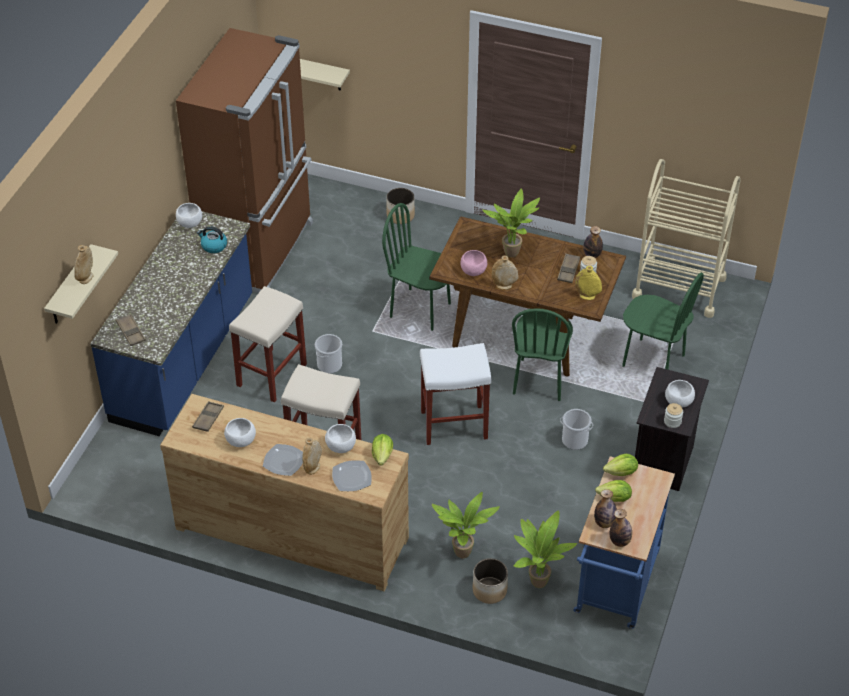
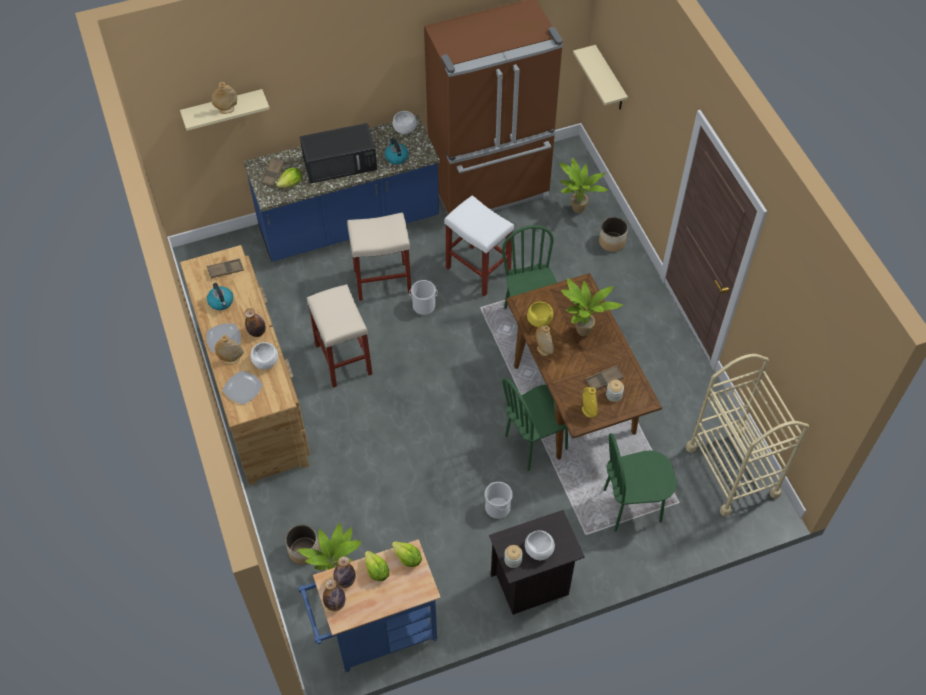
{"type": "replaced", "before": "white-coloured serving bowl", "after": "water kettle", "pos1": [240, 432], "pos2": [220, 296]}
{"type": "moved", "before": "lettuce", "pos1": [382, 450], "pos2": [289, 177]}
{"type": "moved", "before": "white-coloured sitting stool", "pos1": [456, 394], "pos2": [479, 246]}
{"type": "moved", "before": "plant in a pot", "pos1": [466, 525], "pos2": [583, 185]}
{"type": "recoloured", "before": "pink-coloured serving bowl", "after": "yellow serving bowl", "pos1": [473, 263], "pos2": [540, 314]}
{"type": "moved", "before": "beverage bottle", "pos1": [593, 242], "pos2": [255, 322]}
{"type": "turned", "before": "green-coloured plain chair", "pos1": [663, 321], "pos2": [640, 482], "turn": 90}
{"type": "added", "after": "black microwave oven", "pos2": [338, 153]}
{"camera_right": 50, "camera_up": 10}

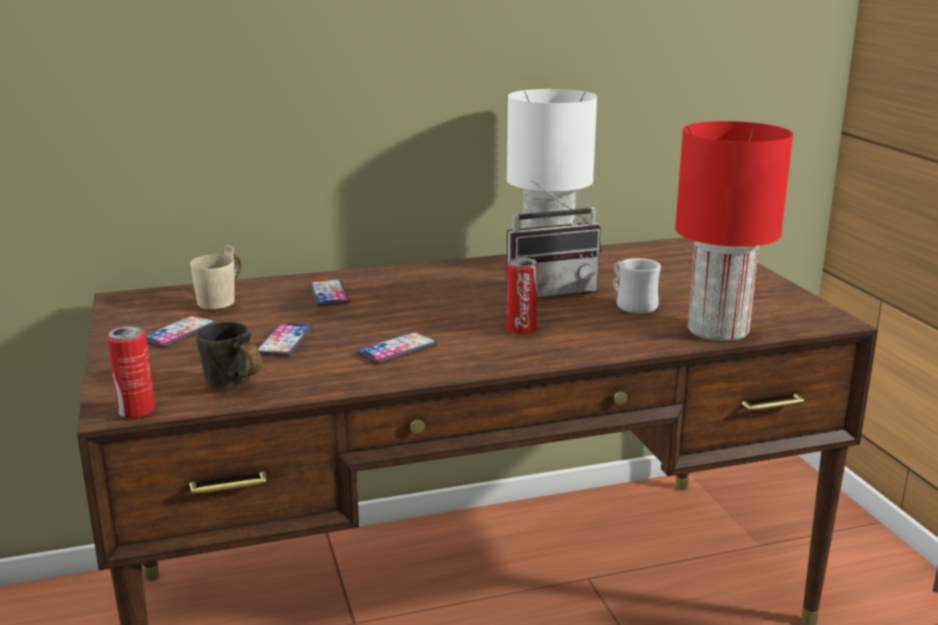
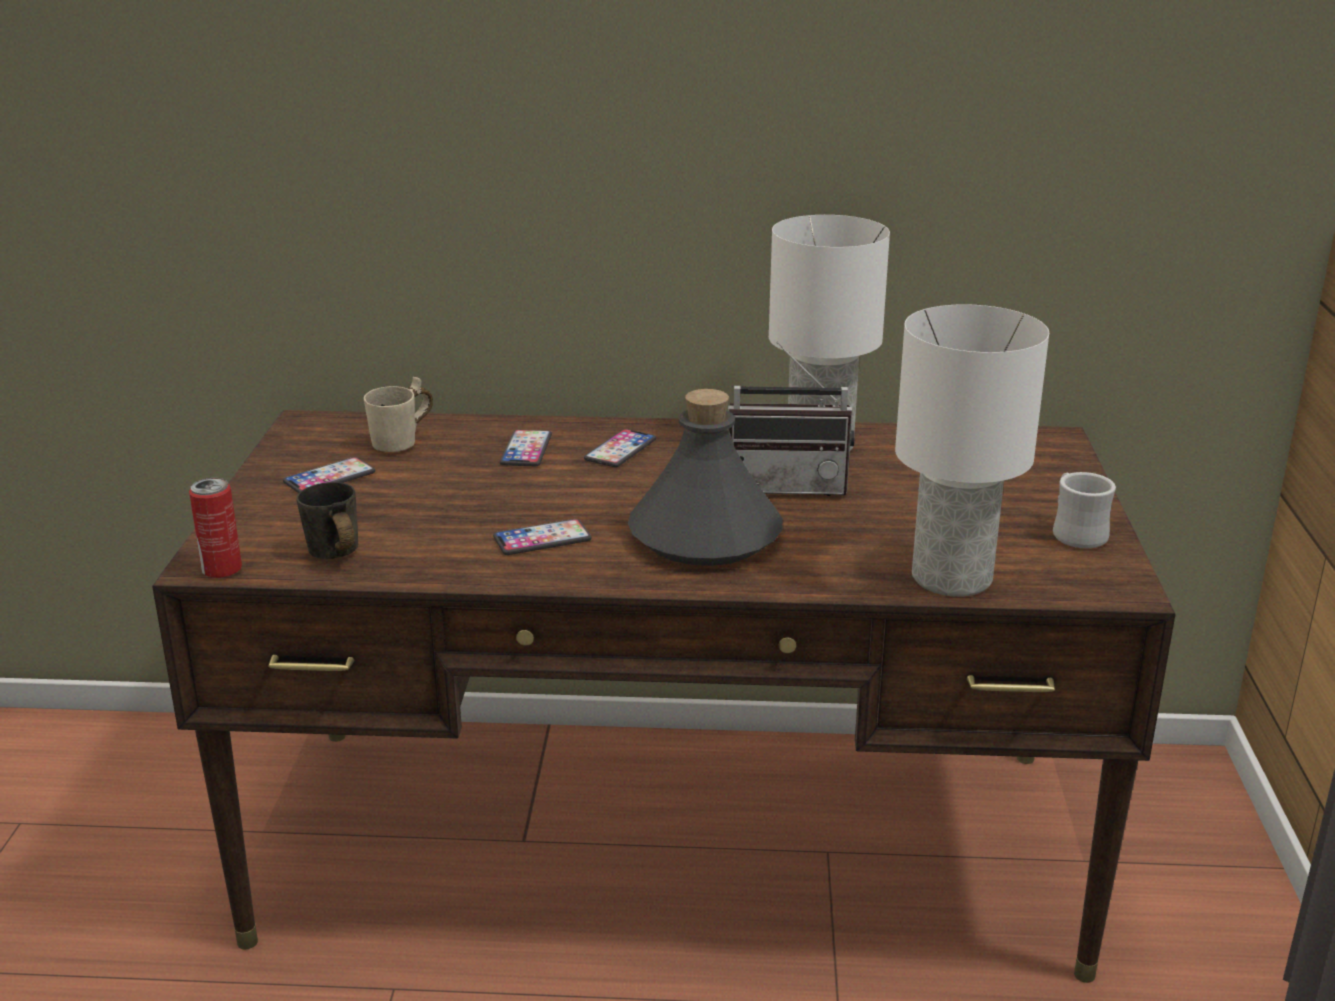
{"type": "moved", "before": "telephone", "pos1": [285, 340], "pos2": [620, 448]}
{"type": "replaced", "before": "sealed can", "after": "gray beverage bottle", "pos1": [522, 296], "pos2": [705, 477]}
{"type": "moved", "before": "white-coloured coffee mug", "pos1": [637, 285], "pos2": [1084, 510]}
{"type": "recoloured", "before": "red tabletop lamp", "after": "white-coloured tabletop lamp", "pos1": [734, 231], "pos2": [972, 450]}
{"camera_right": 20, "camera_up": 5}

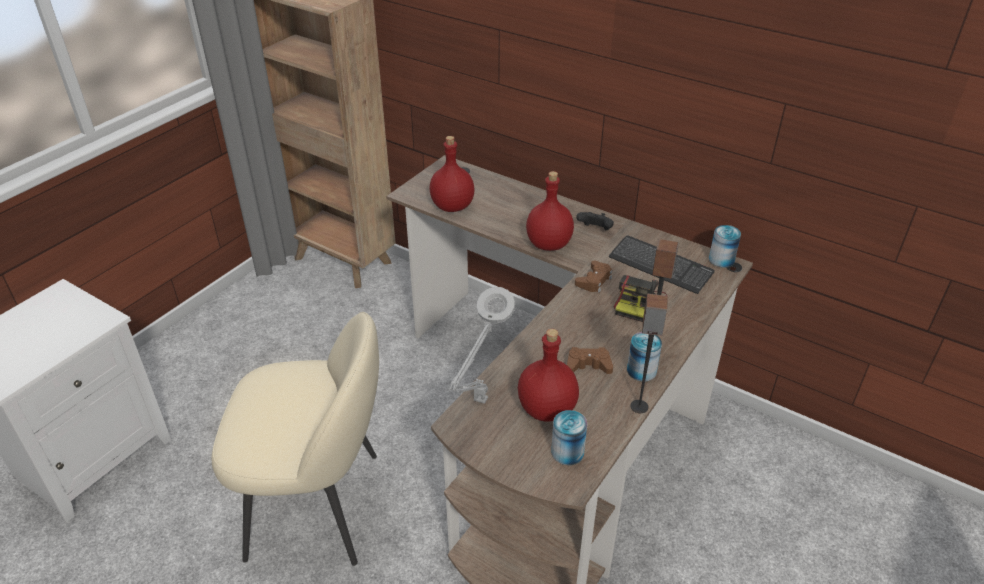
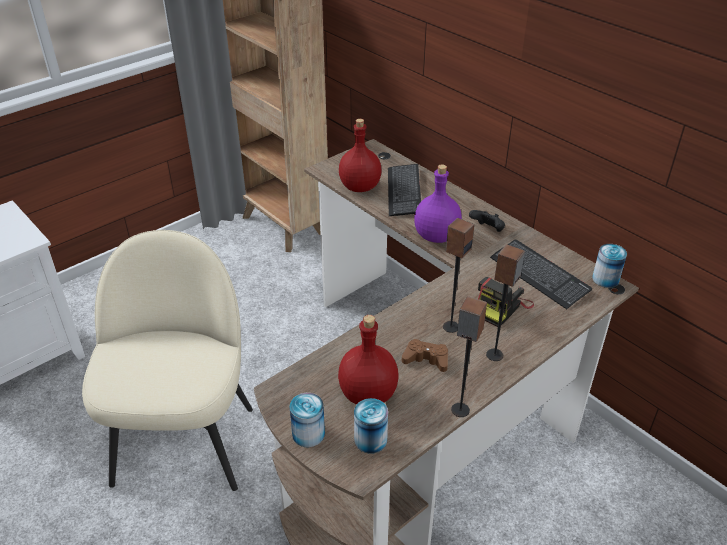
{"type": "turned", "before": "beige plain chair", "pos1": [295, 439], "pos2": [167, 360], "turn": -105}
{"type": "removed", "before": "gray tabletop lamp", "pos1": [481, 345]}
{"type": "recoloured", "before": "red beverage bottle", "after": "purple-coloured beverage bottle", "pos1": [550, 211], "pos2": [438, 203]}
{"type": "removed", "before": "brown-coloured joypad", "pos1": [593, 277]}
{"type": "moved", "before": "sealed can", "pos1": [644, 356], "pos2": [307, 420]}
{"type": "added", "after": "computer keyboard", "pos2": [404, 190]}
{"type": "added", "after": "speaker", "pos2": [458, 275]}
{"camera_right": 15, "camera_up": 0}

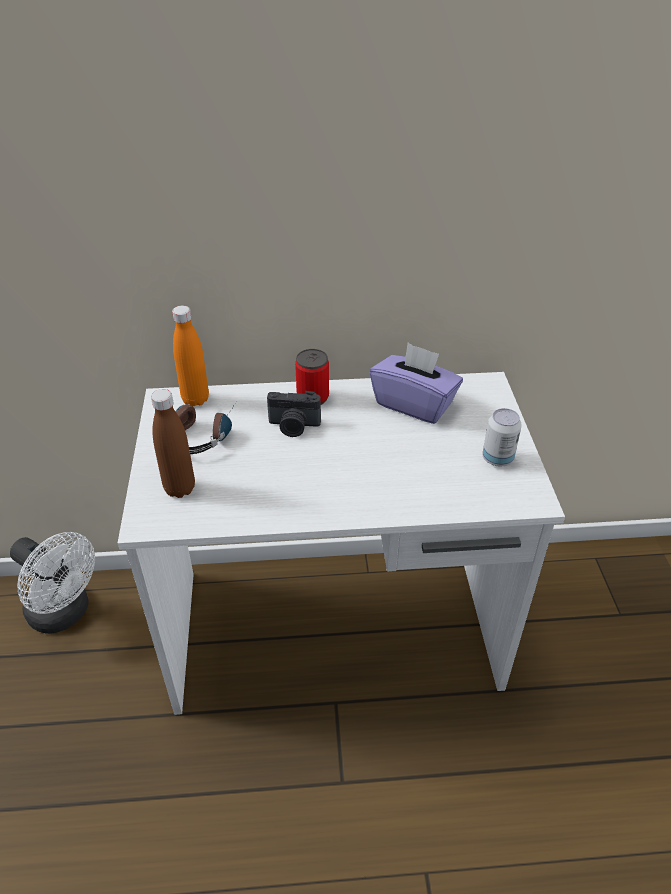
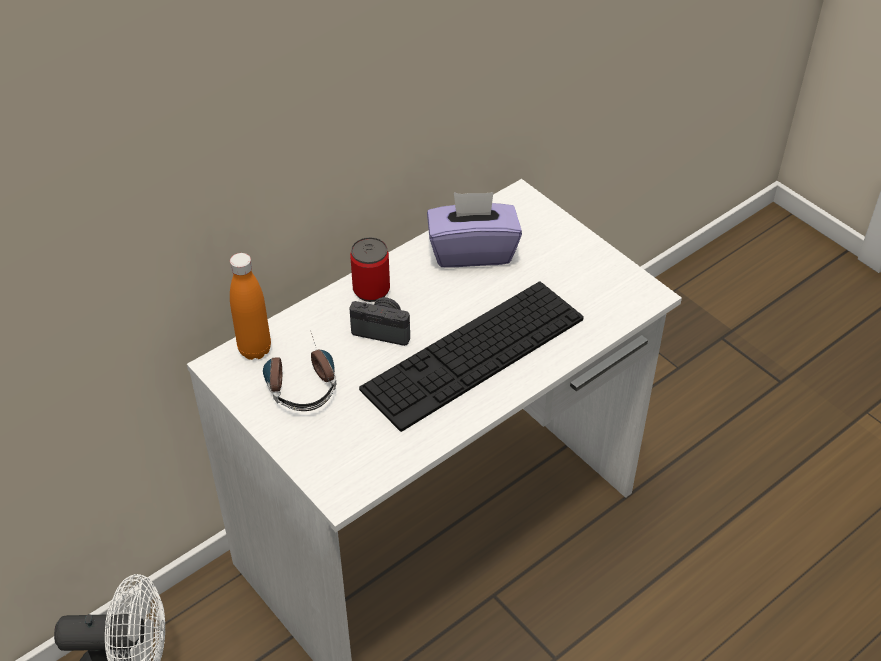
{"type": "removed", "before": "brown-coloured beverage bottle", "pos1": [173, 443]}
{"type": "turned", "before": "photo camera", "pos1": [294, 414], "pos2": [379, 321], "turn": -135}
{"type": "removed", "before": "sealed can", "pos1": [502, 437]}
{"type": "added", "after": "computer keyboard", "pos2": [471, 356]}
{"camera_right": -35, "camera_up": 5}

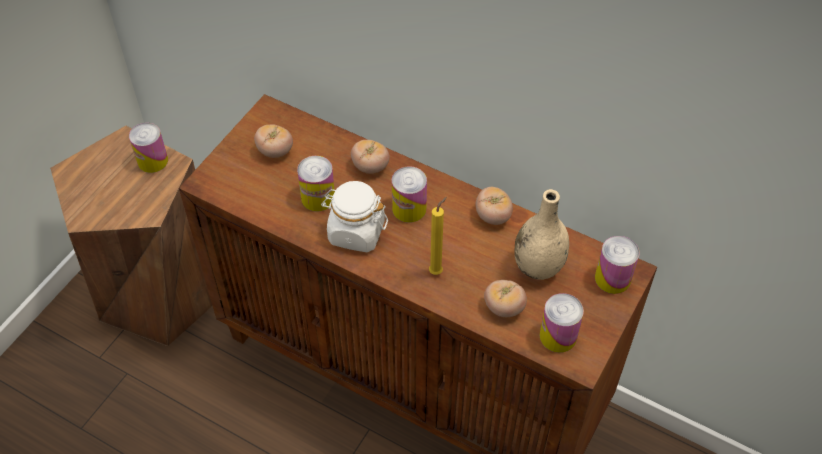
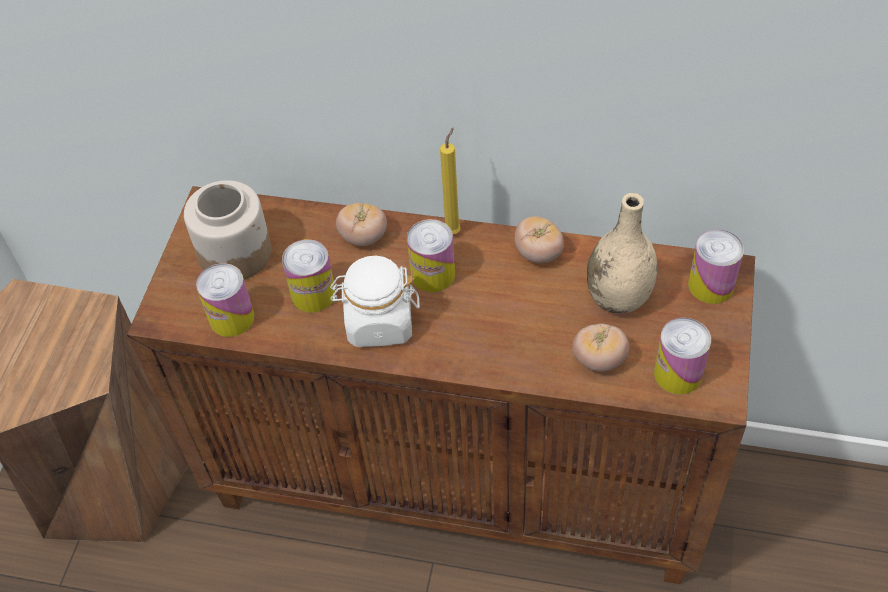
{"type": "moved", "before": "sealed can", "pos1": [148, 148], "pos2": [225, 300]}
{"type": "replaced", "before": "fresh tomato", "after": "jar", "pos1": [273, 141], "pos2": [228, 230]}
{"type": "moved", "before": "yellow wax candle", "pos1": [438, 236], "pos2": [450, 181]}
{"camera_right": -15, "camera_up": 0}

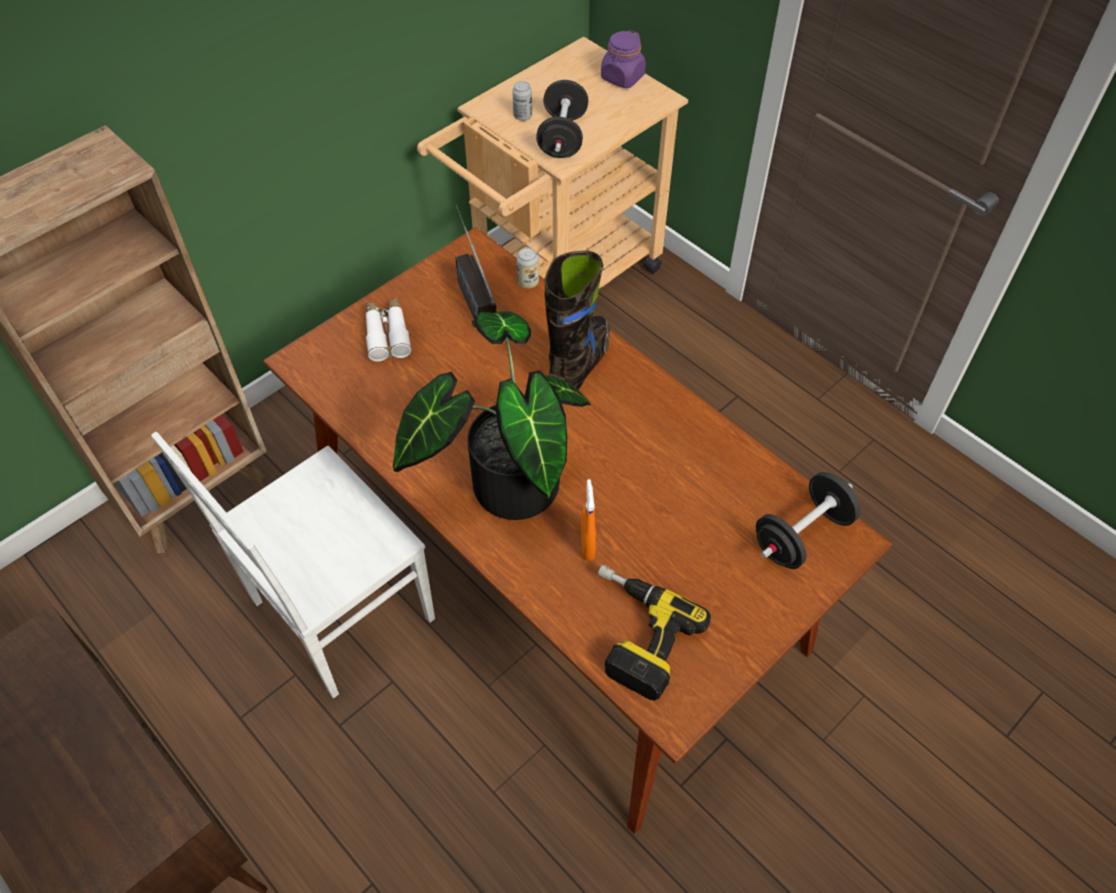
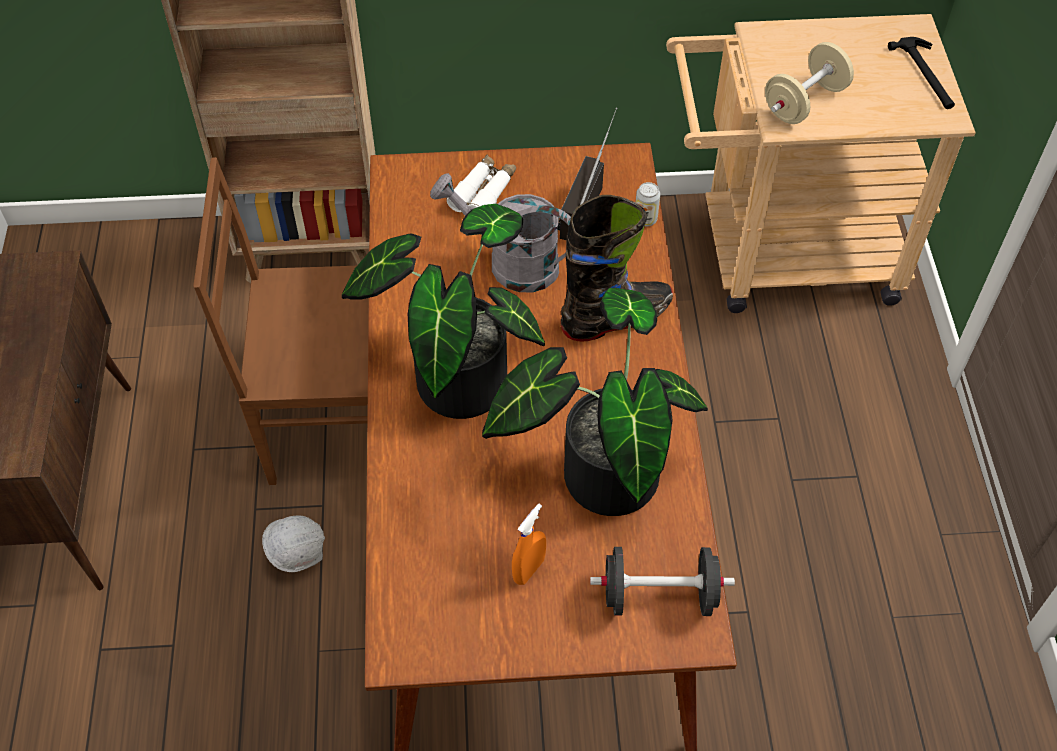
{"type": "recoloured", "before": "white-coloured plain chair", "after": "brown-coloured plain chair", "pos1": [293, 565], "pos2": [281, 321]}
{"type": "removed", "before": "sealed can", "pos1": [522, 101]}
{"type": "recoloured", "before": "black free weight", "after": "beige free weight", "pos1": [562, 119], "pos2": [809, 83]}
{"type": "moved", "before": "orange-coloured spray bottle", "pos1": [588, 520], "pos2": [529, 544]}
{"type": "removed", "before": "electric drill", "pos1": [654, 633]}
{"type": "replaced", "before": "purple-coloured jar", "after": "tool hammer", "pos1": [623, 59], "pos2": [921, 73]}
{"type": "added", "after": "white-coloured work helmet", "pos2": [293, 544]}
{"type": "added", "after": "gray watering can", "pos2": [500, 232]}
{"type": "added", "after": "plant in a pot", "pos2": [595, 402]}
{"camera_right": 40, "camera_up": 0}

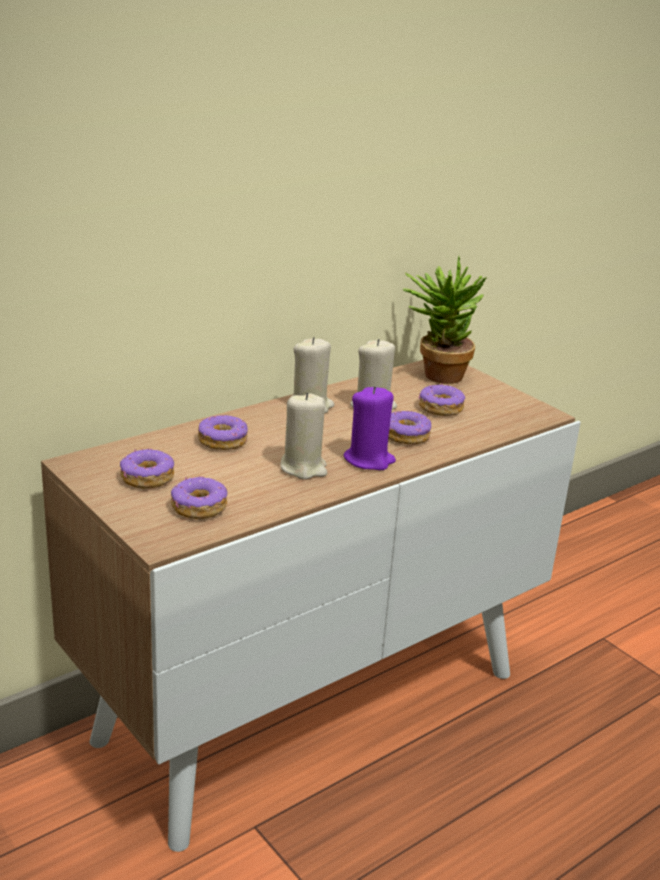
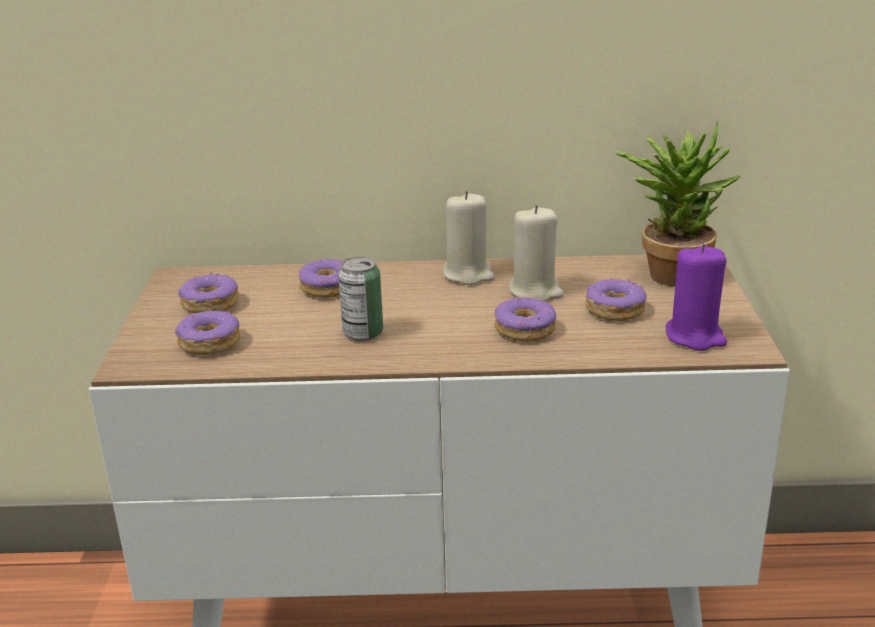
{"type": "replaced", "before": "beige wax candle", "after": "sealed can", "pos1": [304, 436], "pos2": [360, 298]}
{"type": "moved", "before": "purple-coloured wax candle", "pos1": [369, 428], "pos2": [696, 297]}
{"camera_right": 40, "camera_up": 0}

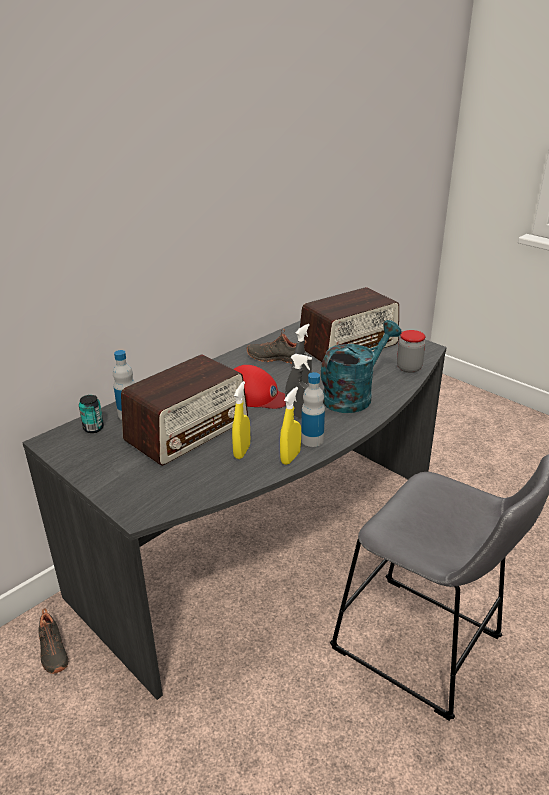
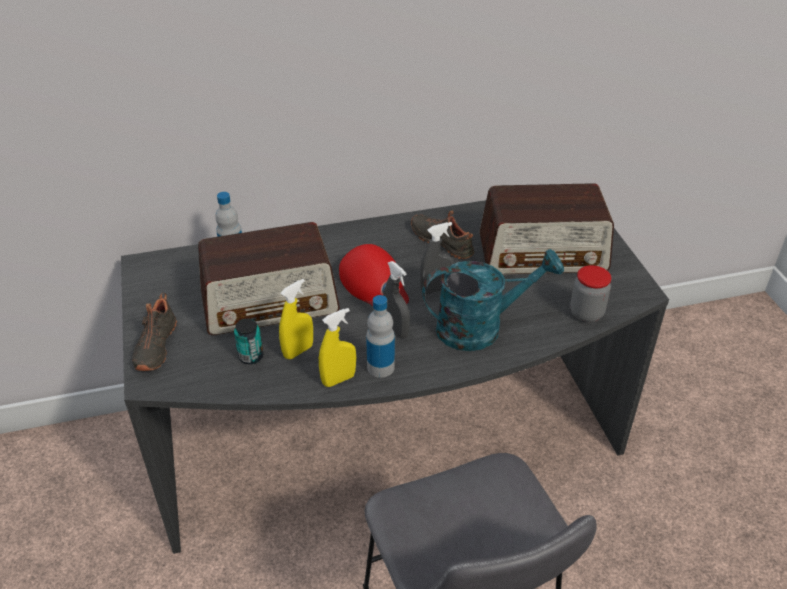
{"type": "moved", "before": "black item of footwear", "pos1": [53, 641], "pos2": [154, 332]}
{"type": "moved", "before": "sealed can", "pos1": [91, 414], "pos2": [248, 341]}
{"camera_right": 30, "camera_up": 10}

